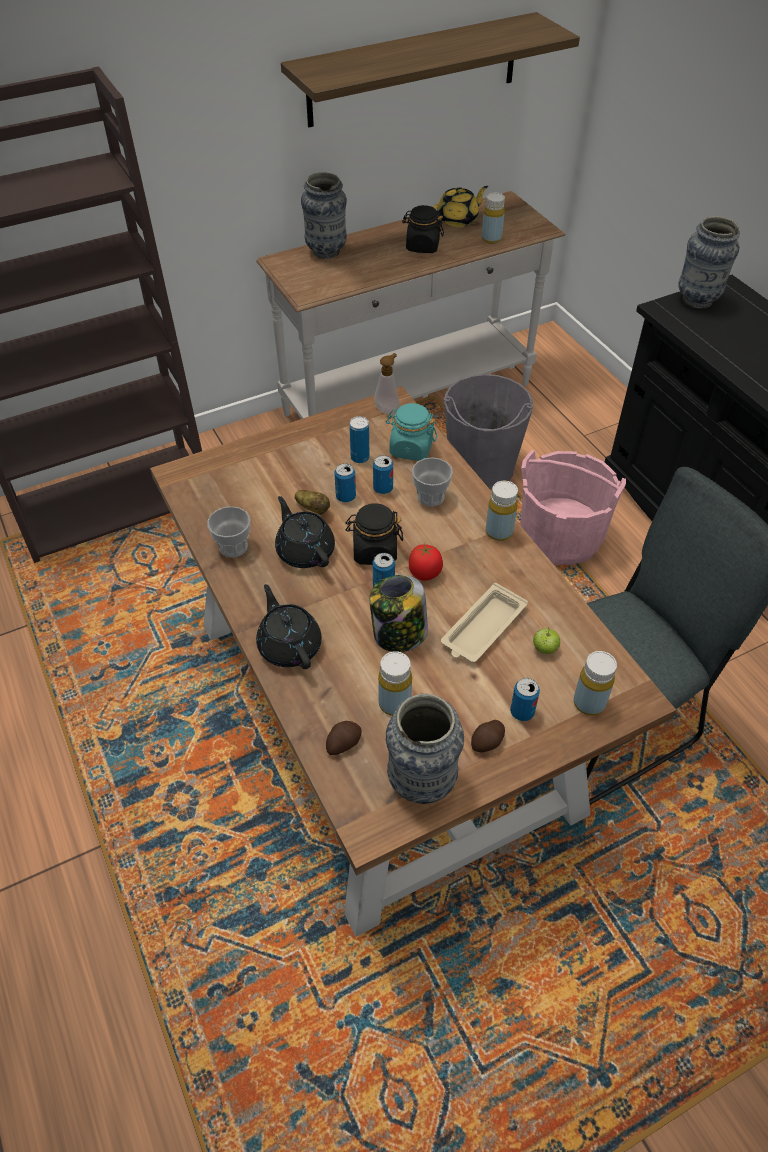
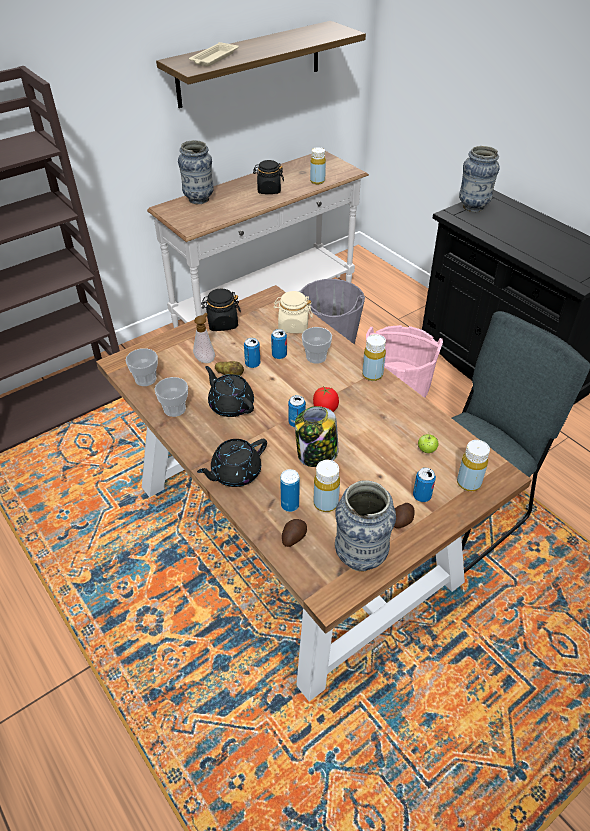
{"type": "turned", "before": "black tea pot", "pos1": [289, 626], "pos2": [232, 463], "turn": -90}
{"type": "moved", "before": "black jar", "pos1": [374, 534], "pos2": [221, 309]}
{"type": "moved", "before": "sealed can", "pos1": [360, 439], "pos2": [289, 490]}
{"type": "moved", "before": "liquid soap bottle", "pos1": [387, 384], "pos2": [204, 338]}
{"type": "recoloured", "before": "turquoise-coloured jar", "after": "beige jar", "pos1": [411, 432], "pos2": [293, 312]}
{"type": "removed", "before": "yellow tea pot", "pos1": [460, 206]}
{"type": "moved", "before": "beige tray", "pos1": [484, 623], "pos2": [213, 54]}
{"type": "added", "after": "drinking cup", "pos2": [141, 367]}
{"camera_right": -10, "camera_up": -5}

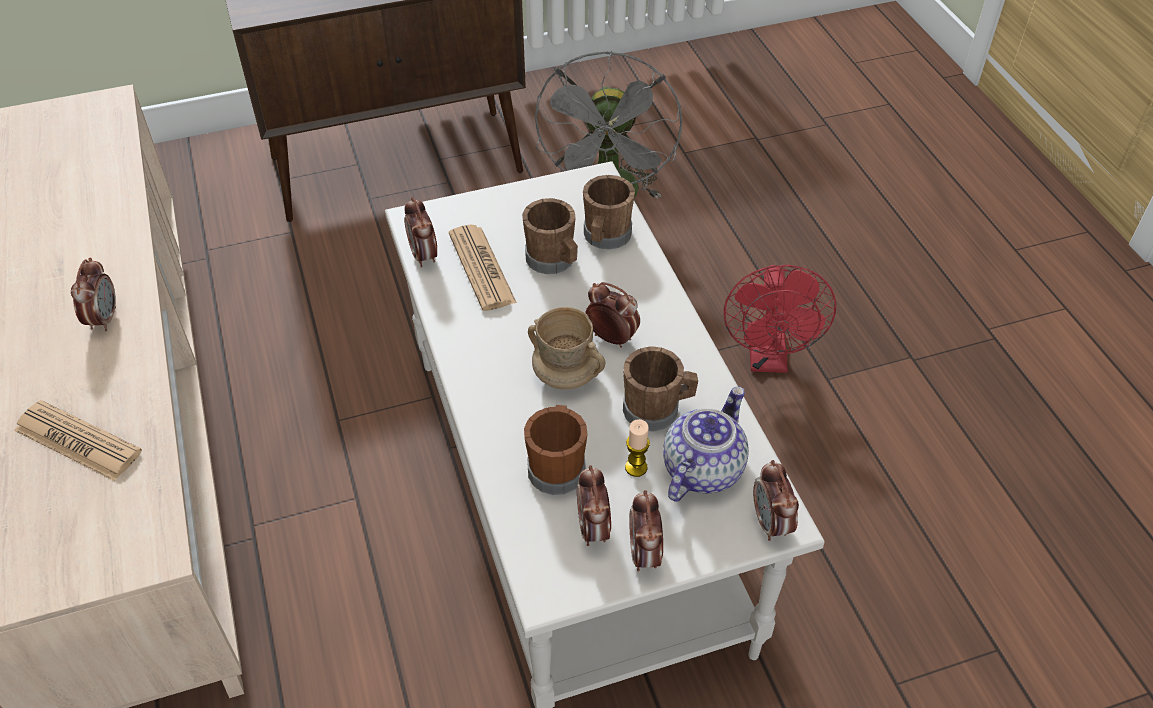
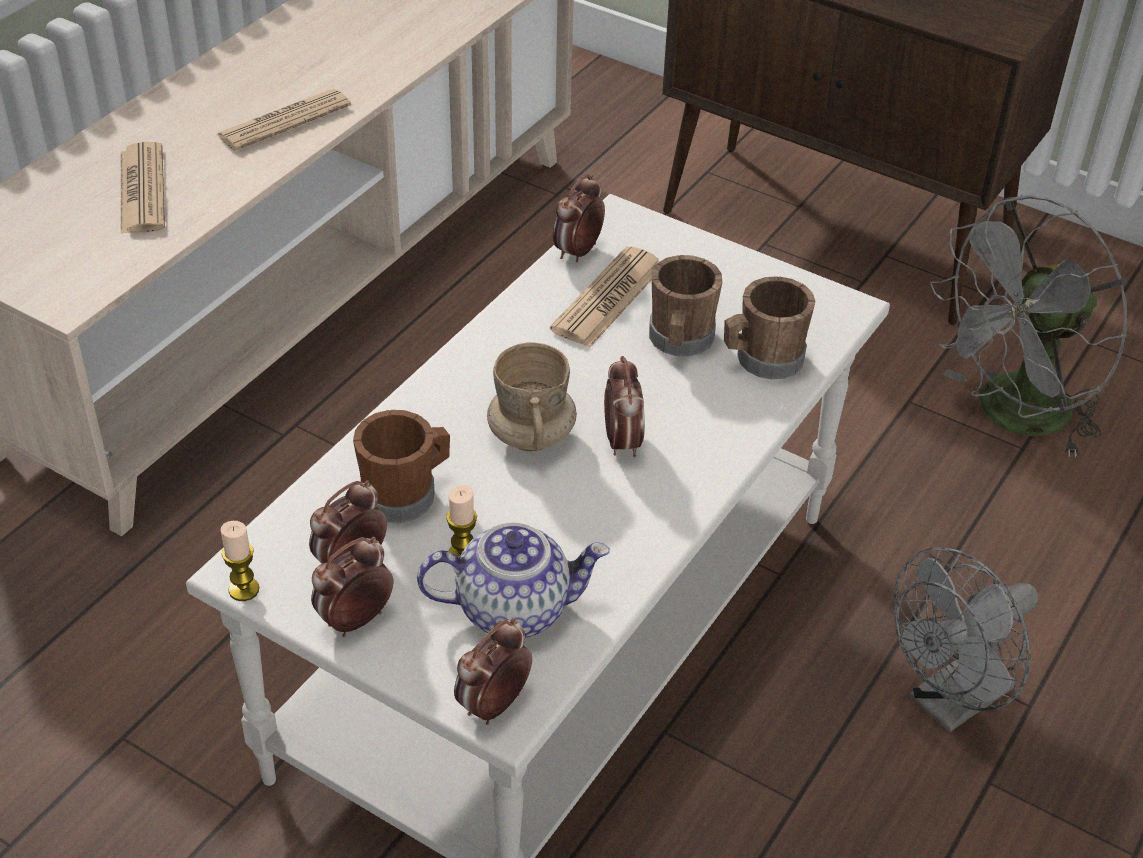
{"type": "replaced", "before": "table clock", "after": "newspaper", "pos1": [93, 294], "pos2": [283, 120]}
{"type": "removed", "before": "brown-coloured coffee mug", "pos1": [660, 389]}
{"type": "recoloured", "before": "red fan", "after": "gray fan", "pos1": [780, 319], "pos2": [966, 640]}
{"type": "added", "after": "wax candle", "pos2": [240, 561]}
{"camera_right": 50, "camera_up": -5}

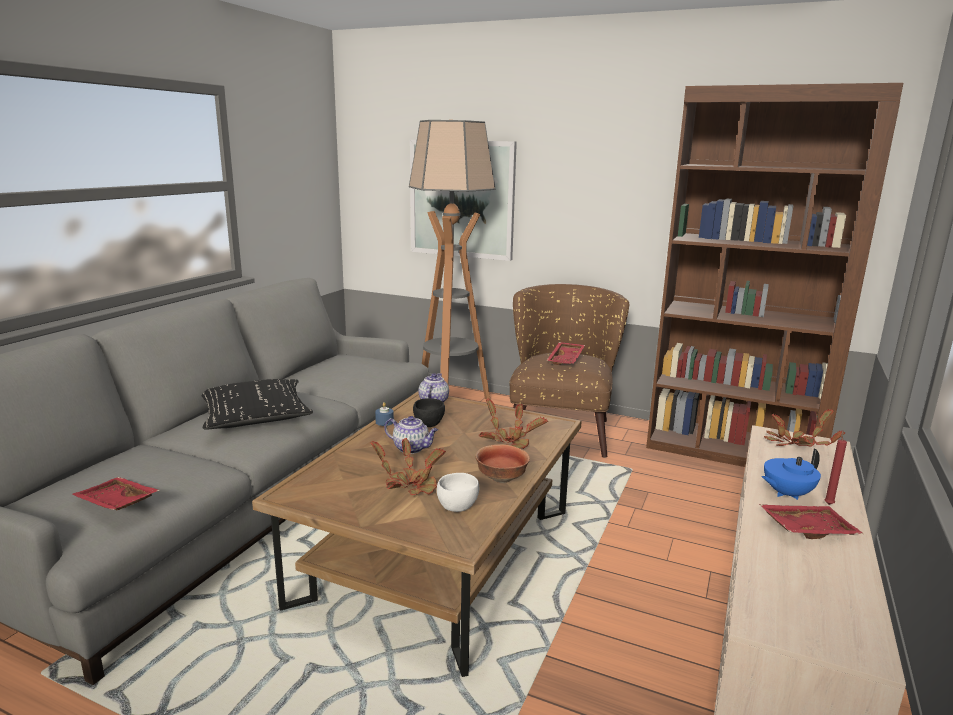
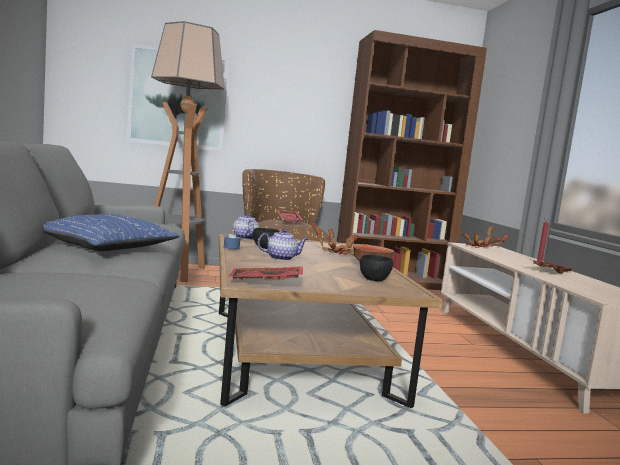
{"type": "moved", "before": "red tray", "pos1": [116, 493], "pos2": [266, 273]}
{"type": "recoloured", "before": "black cushion", "after": "blue cushion", "pos1": [257, 404], "pos2": [111, 232]}
{"type": "removed", "before": "plant in a pot", "pos1": [408, 466]}
{"type": "recoloured", "before": "white-coloured serving bowl", "after": "black serving bowl", "pos1": [458, 492], "pos2": [376, 267]}
{"type": "removed", "before": "blue tea pot", "pos1": [791, 474]}
{"camera_right": -35, "camera_up": -10}

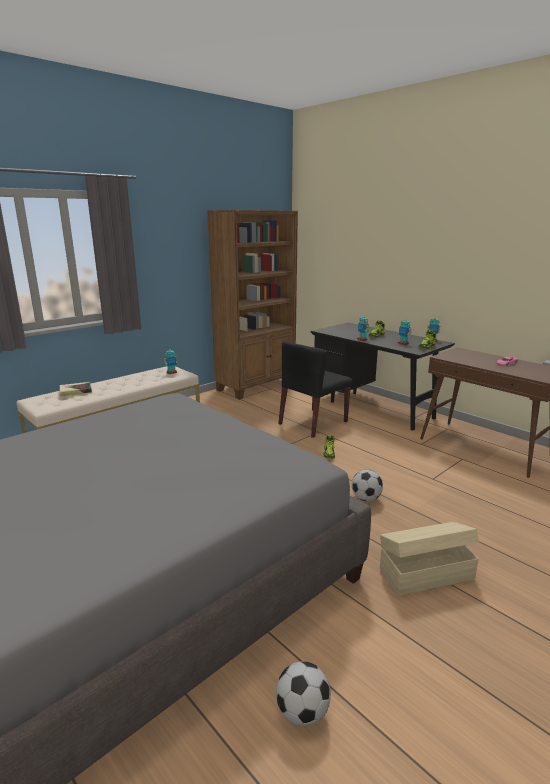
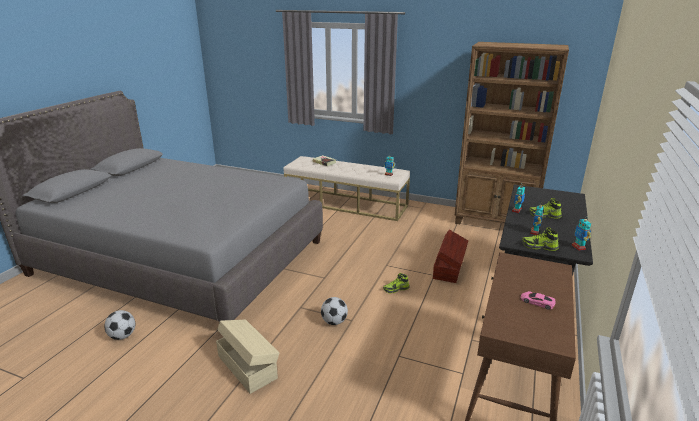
{"type": "replaced", "before": "black plain chair", "after": "brown-coloured storage bin", "pos1": [315, 389], "pos2": [450, 256]}
{"camera_right": 65, "camera_up": 5}

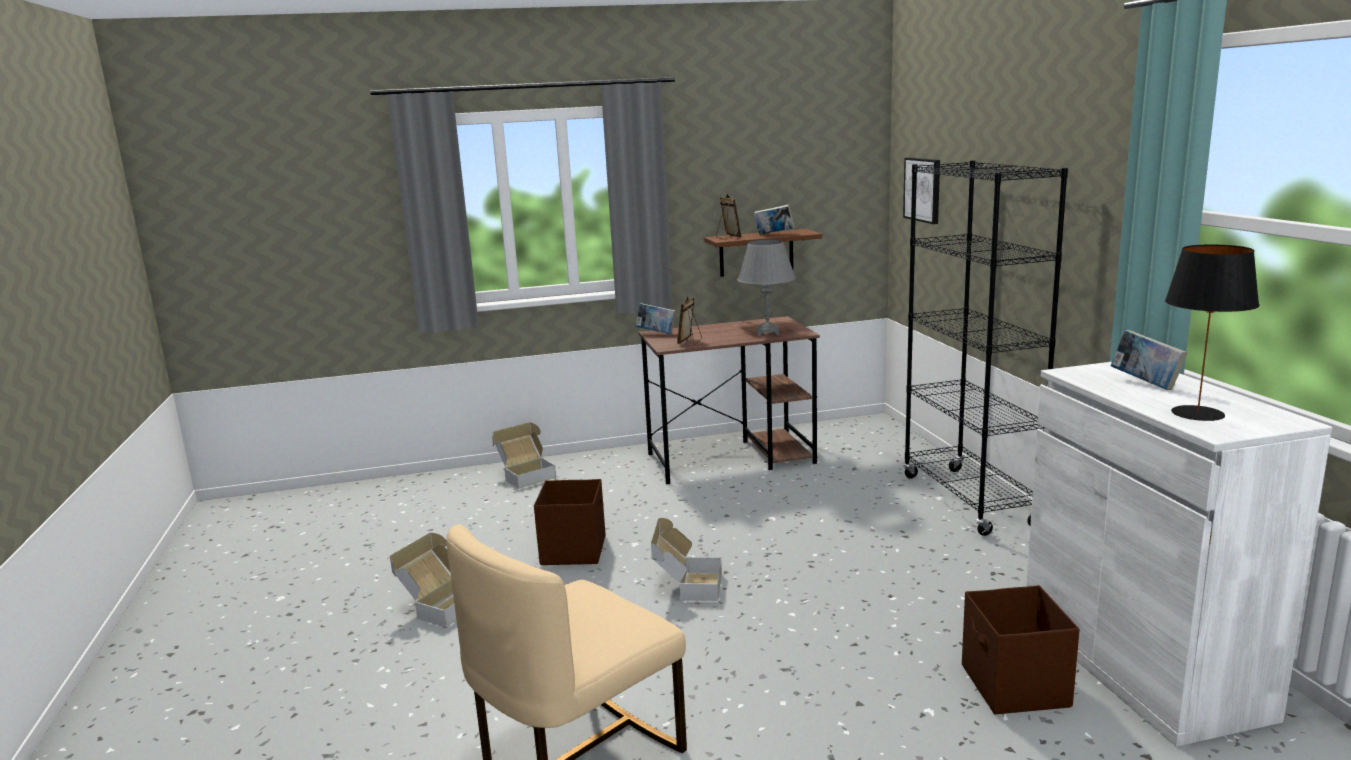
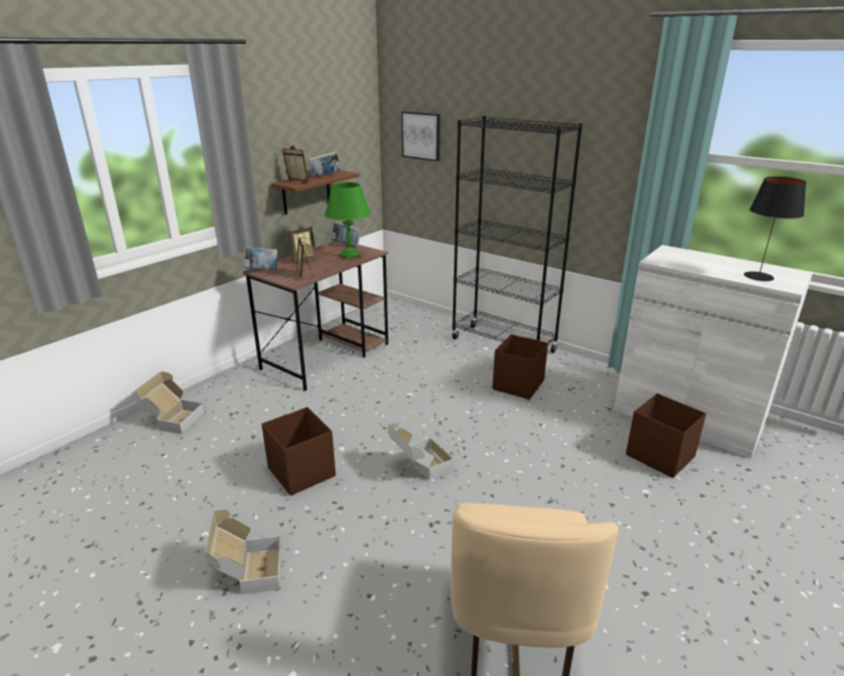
{"type": "recoloured", "before": "gray tabletop lamp", "after": "green-coloured tabletop lamp", "pos1": [766, 288], "pos2": [348, 221]}
{"type": "moved", "before": "volume", "pos1": [1149, 360], "pos2": [346, 234]}
{"type": "added", "after": "picture frame", "pos2": [303, 244]}
{"type": "added", "after": "brown-coloured storage bin", "pos2": [520, 367]}
{"camera_right": -40, "camera_up": 10}

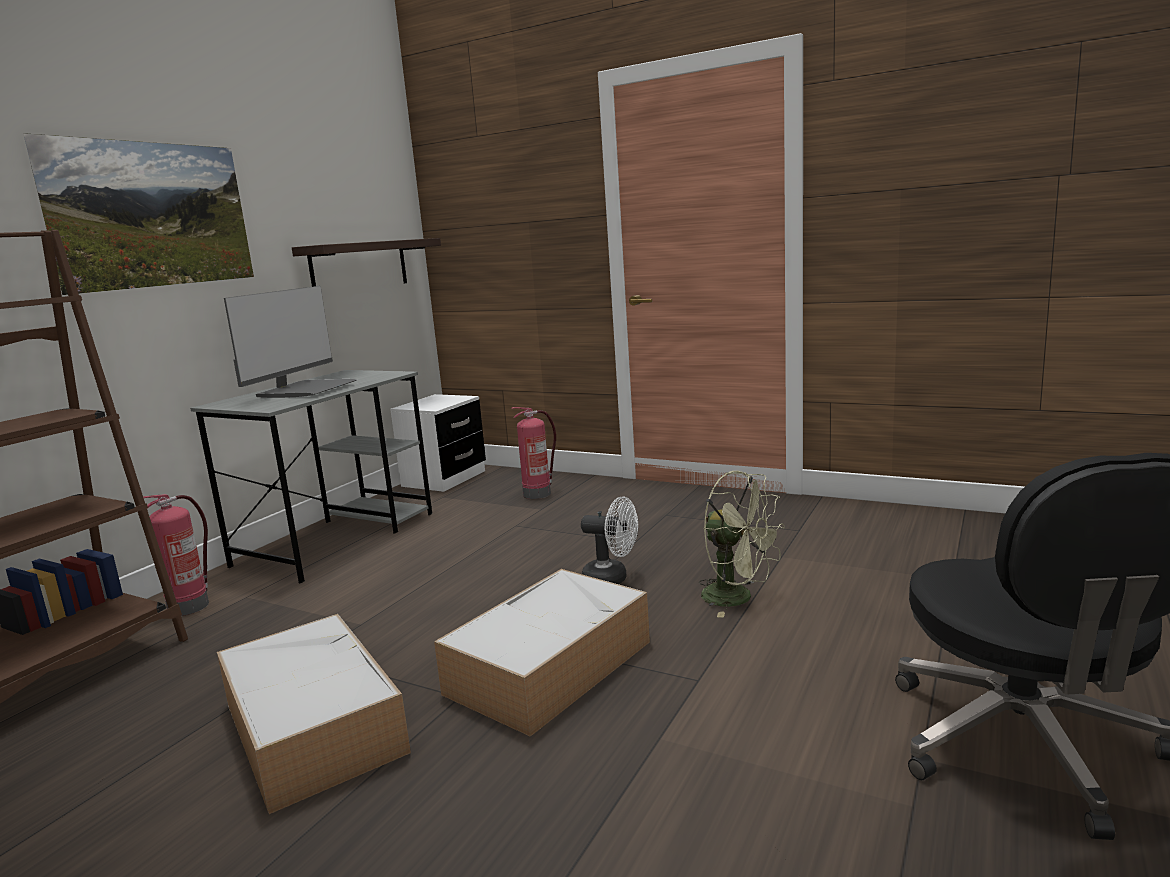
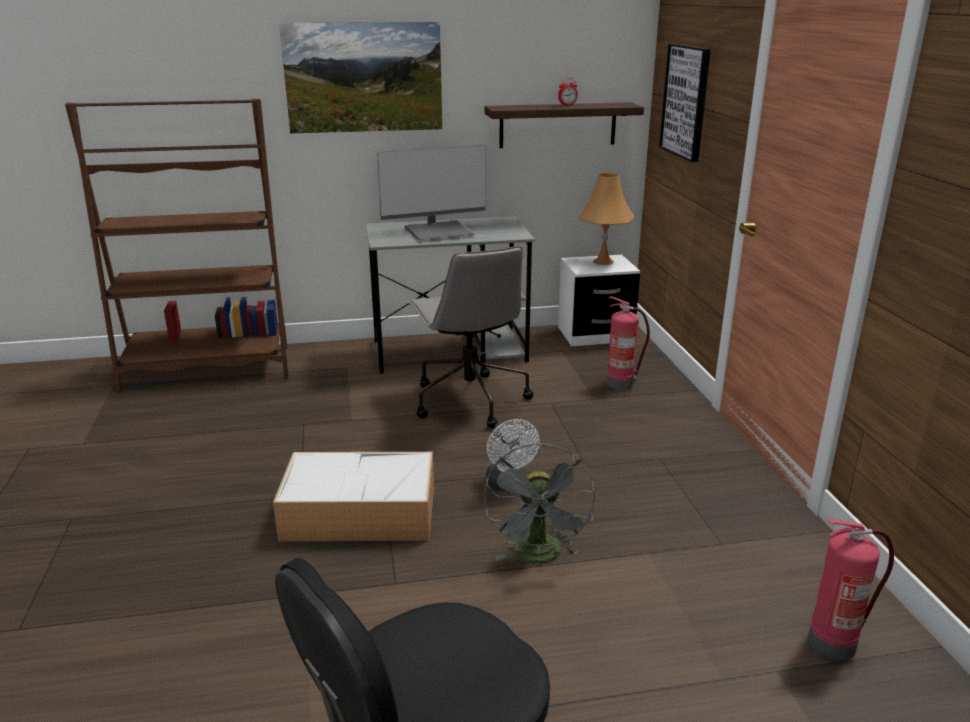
{"type": "moved", "before": "fire extinguisher", "pos1": [176, 555], "pos2": [851, 590]}
{"type": "removed", "before": "storage bin", "pos1": [314, 714]}
{"type": "recoloured", "before": "green-coloured fan", "after": "gray fan", "pos1": [742, 544], "pos2": [539, 503]}
{"type": "added", "after": "gray desk chair", "pos2": [471, 337]}
{"type": "added", "after": "table clock", "pos2": [568, 92]}
{"type": "added", "after": "orange-coloured tabletop lamp", "pos2": [606, 219]}
{"type": "added", "after": "wall picture", "pos2": [685, 103]}
{"camera_right": 50, "camera_up": 10}

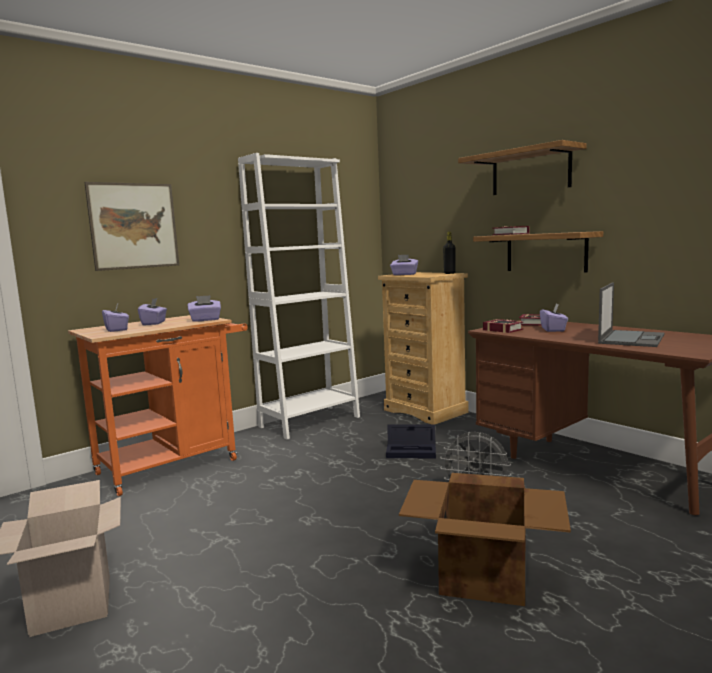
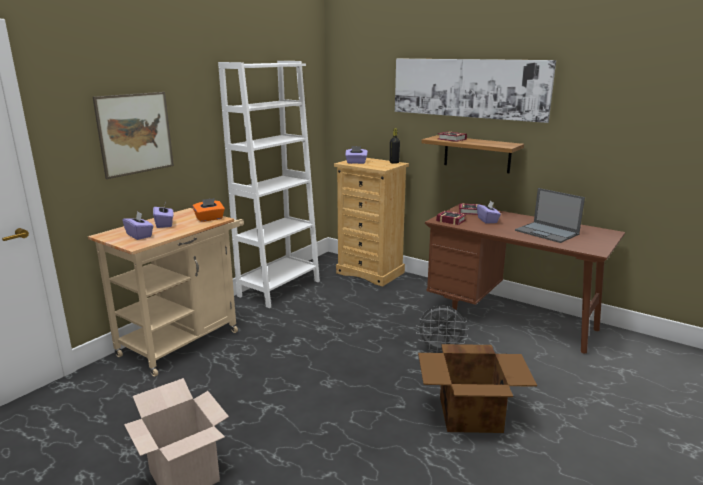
{"type": "recoloured", "before": "orange-coloured cart", "after": "beige cart", "pos1": [157, 405], "pos2": [166, 292]}
{"type": "recoloured", "before": "purple-coloured tissue box", "after": "orange-coloured tissue box", "pos1": [204, 308], "pos2": [208, 210]}
{"type": "removed", "before": "black storage bin", "pos1": [411, 441]}
{"type": "replaced", "before": "bracket shelf", "after": "wall picture", "pos1": [522, 167], "pos2": [475, 91]}
{"type": "turned", "before": "portable computer", "pos1": [631, 314], "pos2": [550, 215], "turn": 120}
{"camera_right": -15, "camera_up": 10}

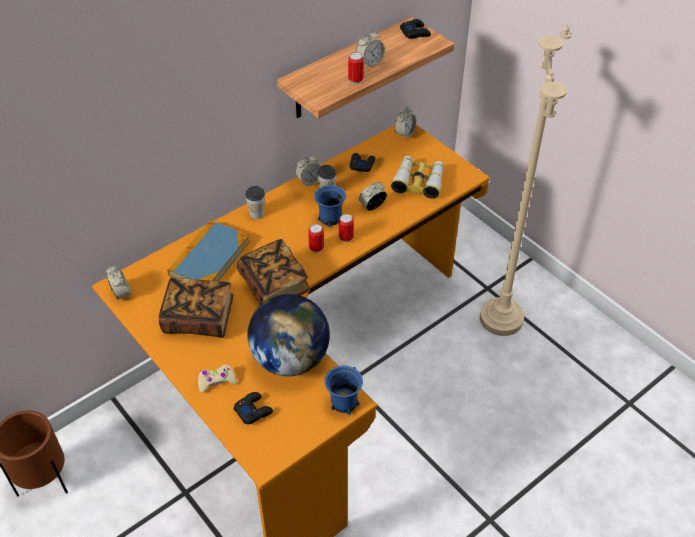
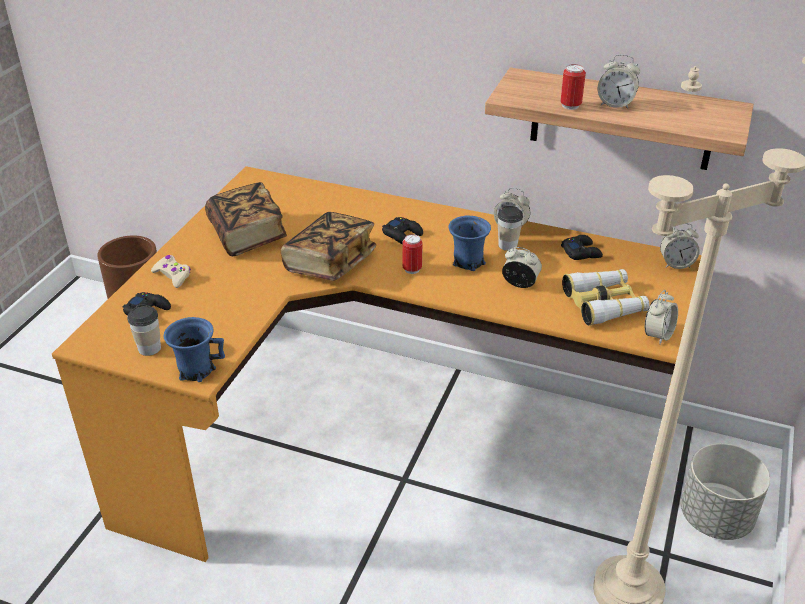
{"type": "moved", "before": "table clock", "pos1": [119, 283], "pos2": [661, 317]}
{"type": "removed", "before": "volume", "pos1": [208, 250]}
{"type": "moved", "before": "drinking cup", "pos1": [255, 202], "pos2": [144, 330]}
{"type": "removed", "before": "desk globe", "pos1": [288, 335]}
{"type": "removed", "before": "sealed can", "pos1": [346, 228]}
{"type": "moved", "before": "black joypad", "pos1": [415, 29], "pos2": [402, 230]}
{"type": "added", "after": "gray plant pot", "pos2": [725, 491]}
{"camera_right": 60, "camera_up": -10}

